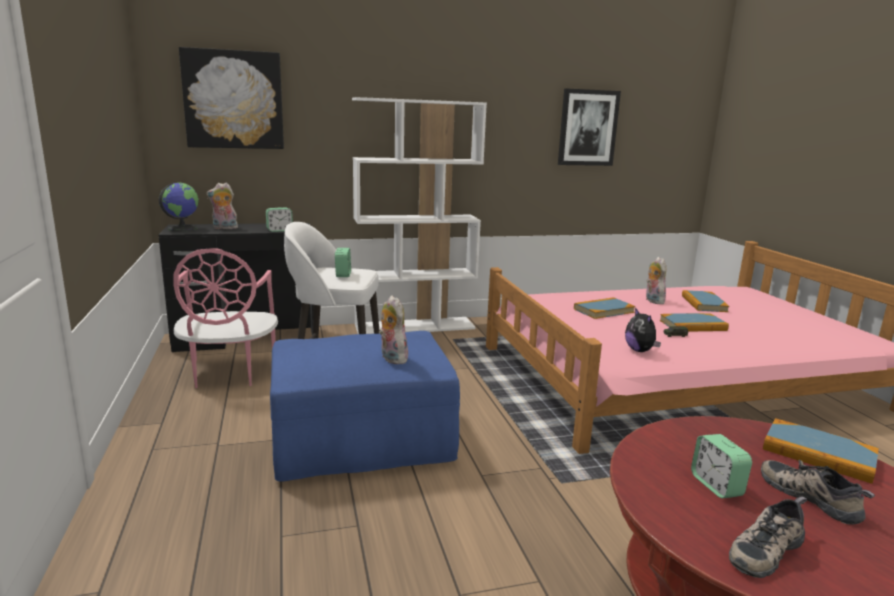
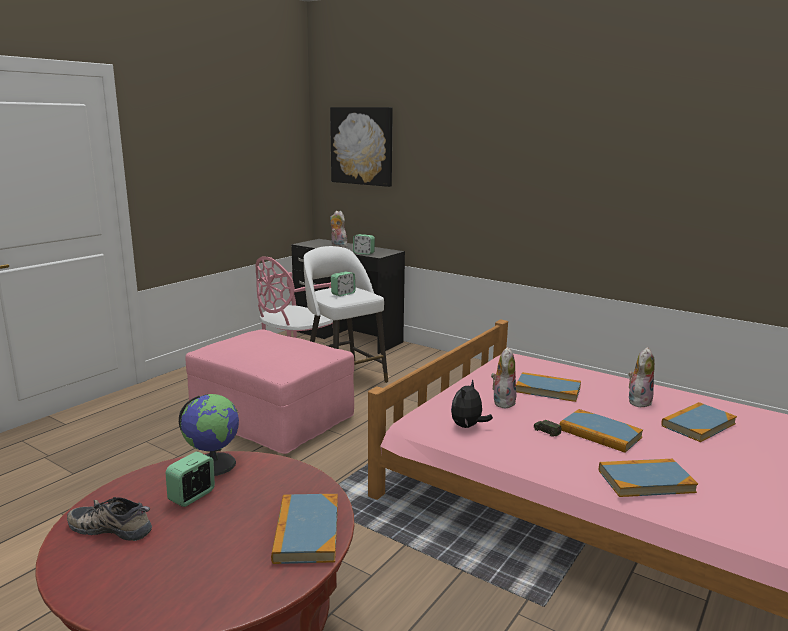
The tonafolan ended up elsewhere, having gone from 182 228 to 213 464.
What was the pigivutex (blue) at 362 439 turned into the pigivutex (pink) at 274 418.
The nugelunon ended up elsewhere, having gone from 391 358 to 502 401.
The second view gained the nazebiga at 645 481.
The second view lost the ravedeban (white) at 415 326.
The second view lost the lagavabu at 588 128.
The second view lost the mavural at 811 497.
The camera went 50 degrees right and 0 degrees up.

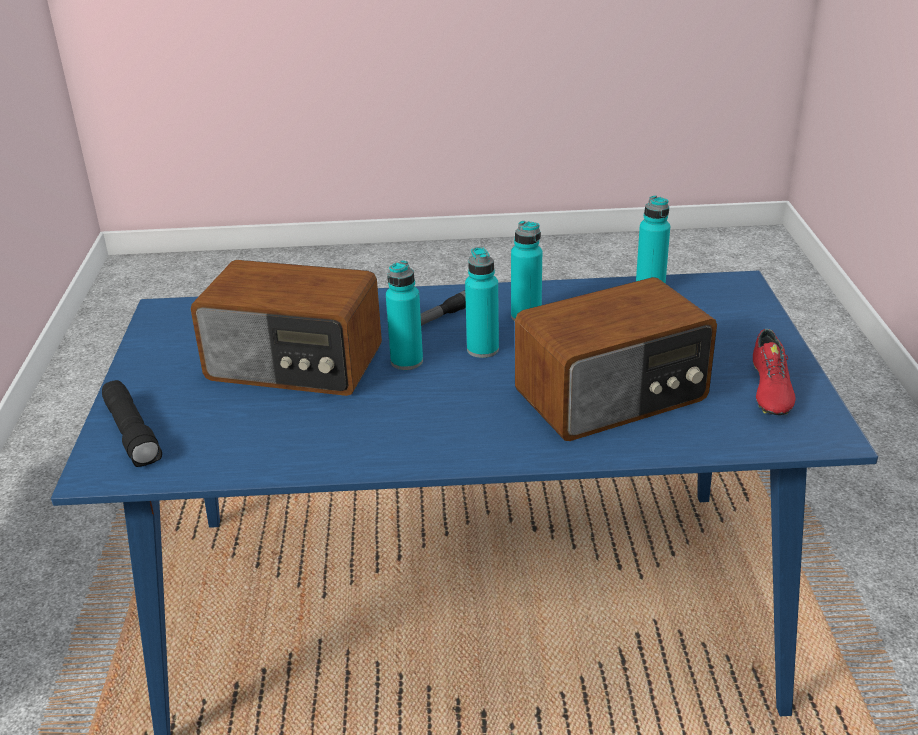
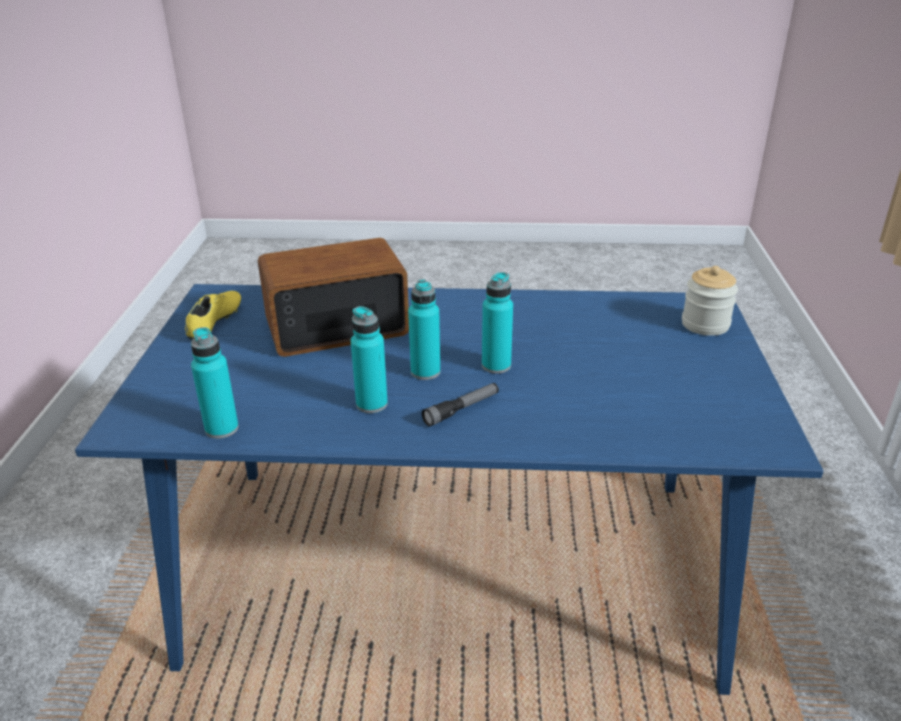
What was the mavural (red) at 769 390 turned into the mavural (yellow) at 216 323.
Where the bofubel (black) stood at 133 433, the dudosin came to stand at 705 324.
The second view lost the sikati at 294 365.
The camera went 175 degrees left and 0 degrees up.

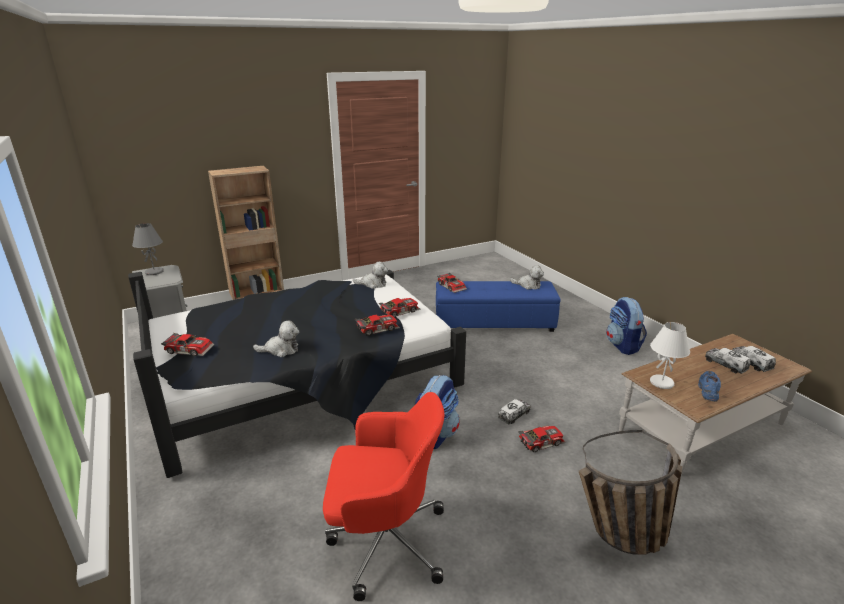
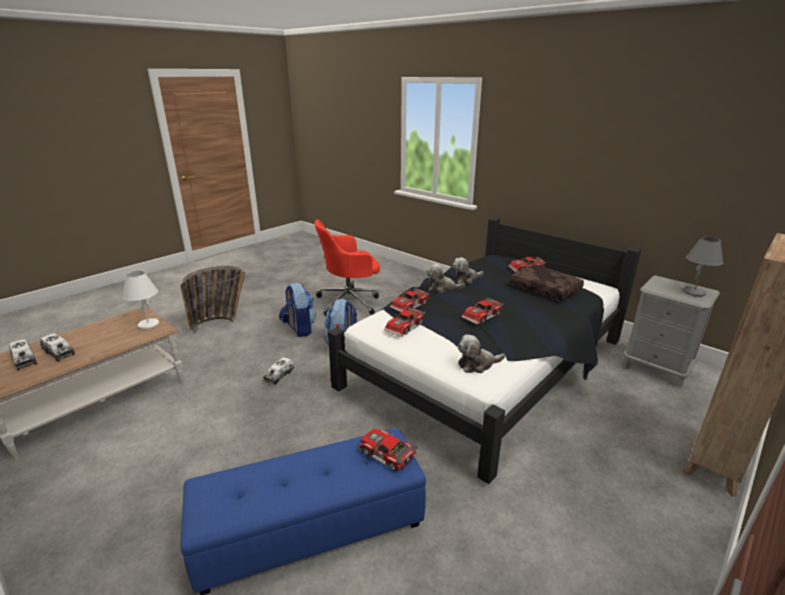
The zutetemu ended up elsewhere, having gone from 622 346 to 299 329.
The nugelunon ended up elsewhere, having gone from 528 285 to 442 288.
The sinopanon ended up elsewhere, having gone from 540 441 to 483 316.
The second view gained the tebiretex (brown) at 546 289.
The second view lost the mavural (blue) at 708 390.
The camera went 160 degrees right and 0 degrees up.

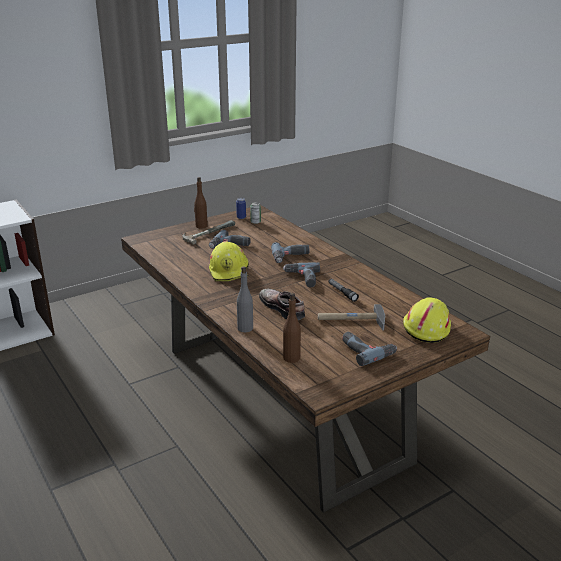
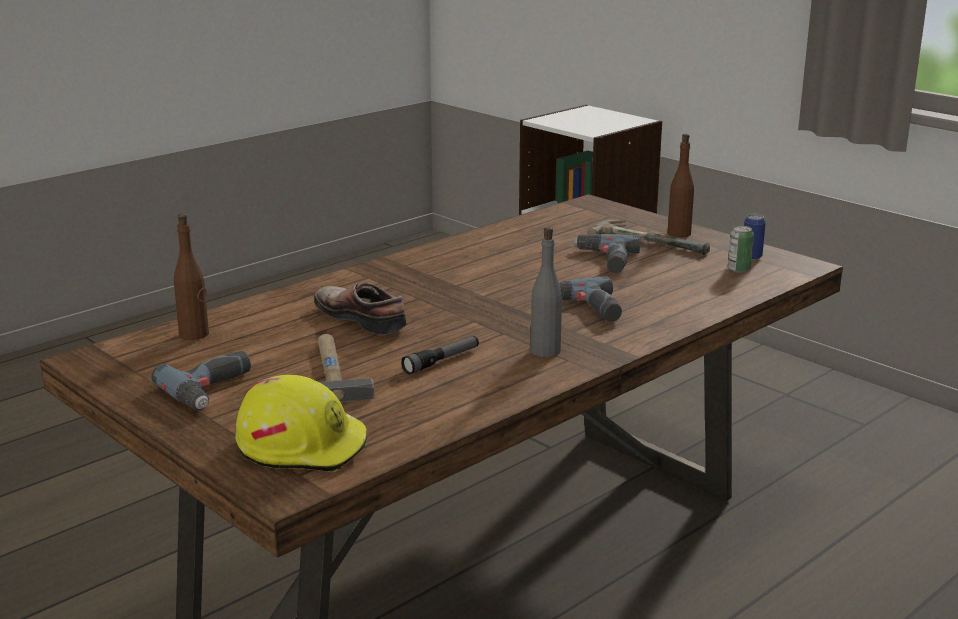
The mavural at 283 308 ended up facing another way, 90 degrees counterclockwise from before.
The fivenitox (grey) ended up elsewhere, having gone from 245 328 to 545 351.
The second view lost the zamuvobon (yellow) at 229 271.
The second view lost the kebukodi at 302 278.
The camera went 80 degrees right and 5 degrees down.

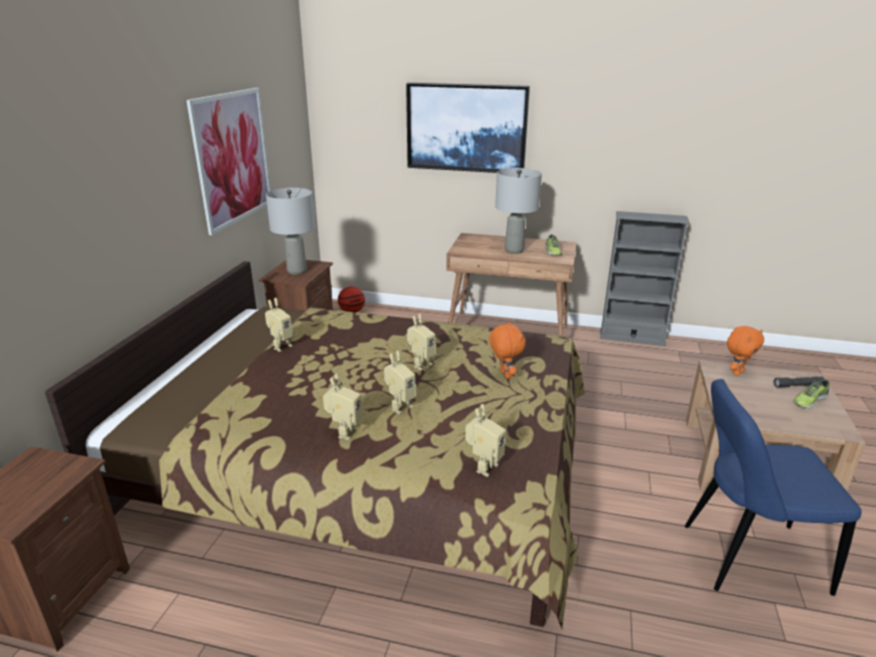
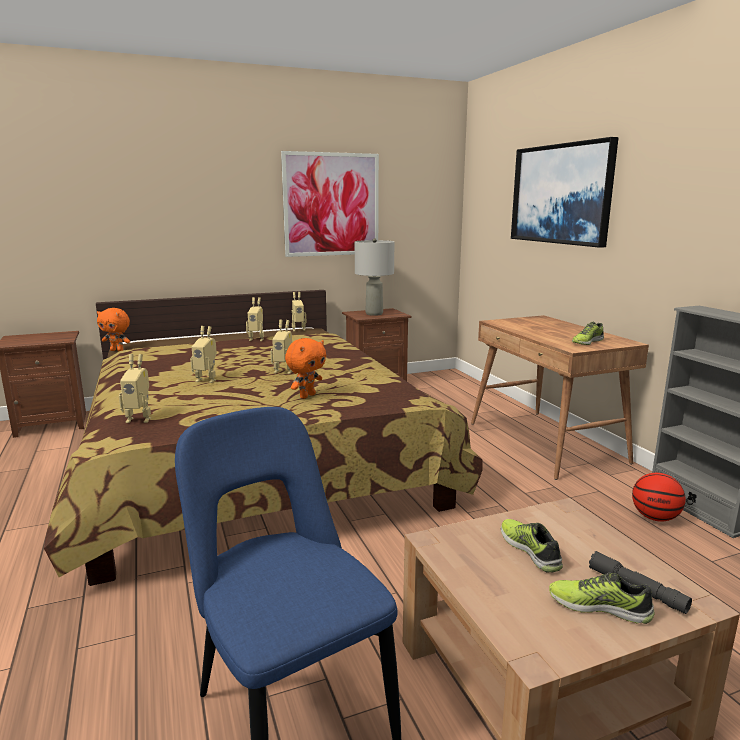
The nugelunon (orange) ended up elsewhere, having gone from 737 372 to 117 350.
The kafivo ended up elsewhere, having gone from 344 432 to 298 329.
The second view gained the mavural at 531 550.
The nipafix ended up elsewhere, having gone from 352 312 to 655 517.
The second view lost the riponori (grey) at 513 250.
The camera went 55 degrees right and 10 degrees down.

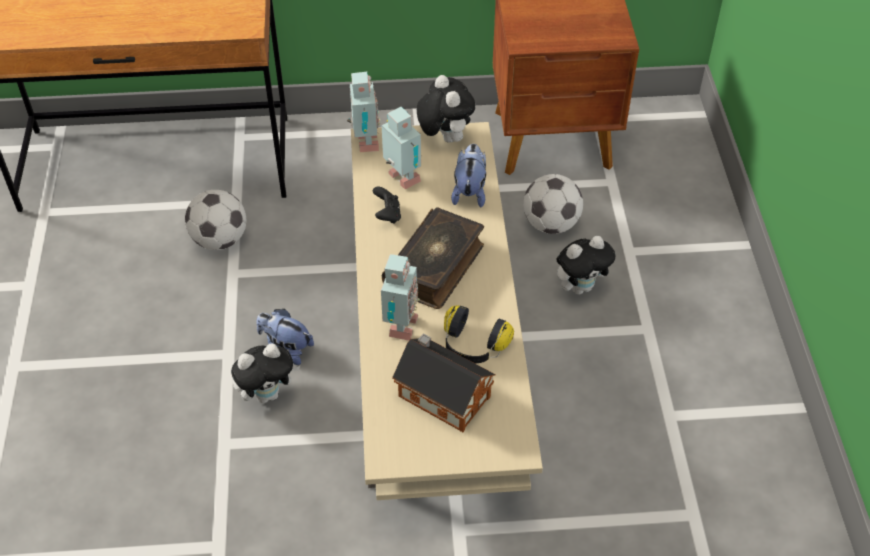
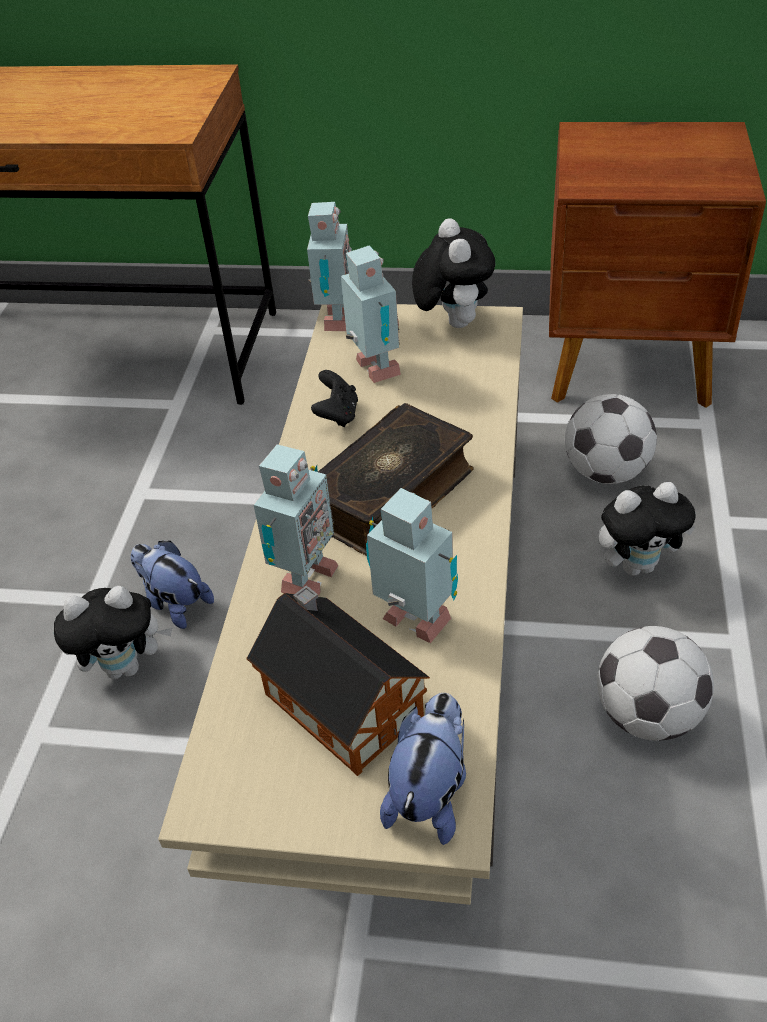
Where the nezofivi stood at 472 346, the kafivo came to stand at 415 625.
The nugelunon ended up elsewhere, having gone from 469 191 to 430 793.
The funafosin ended up elsewhere, having gone from 220 240 to 647 715.
The camera went 15 degrees right and 5 degrees down.

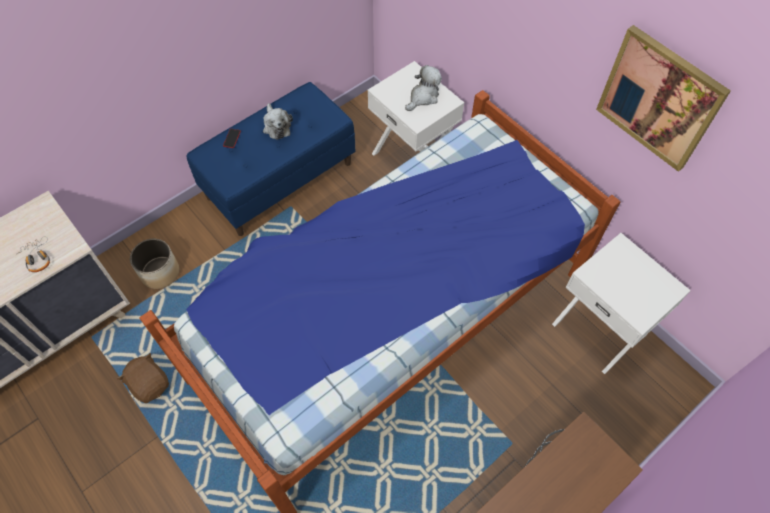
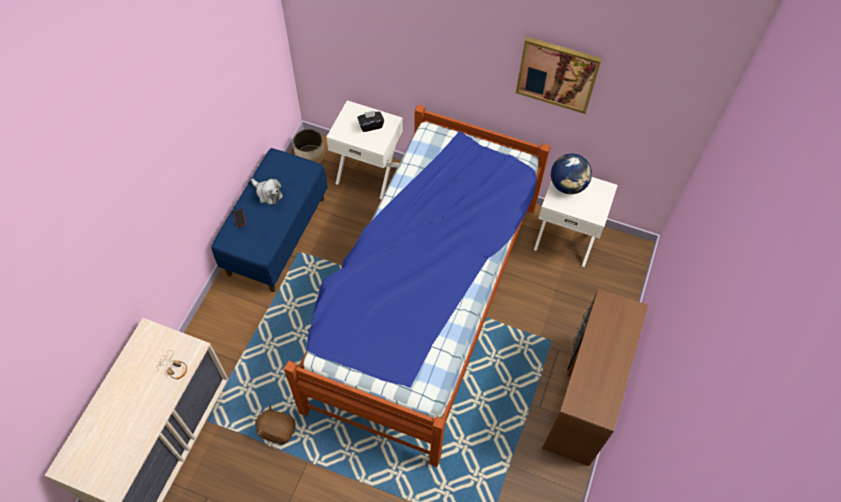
The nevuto ended up elsewhere, having gone from 160 272 to 310 156.
Where the nugelunon stood at 423 97, the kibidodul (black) came to stand at 371 125.
The second view gained the tonafolan at 567 185.
The camera went 30 degrees left and 0 degrees up.

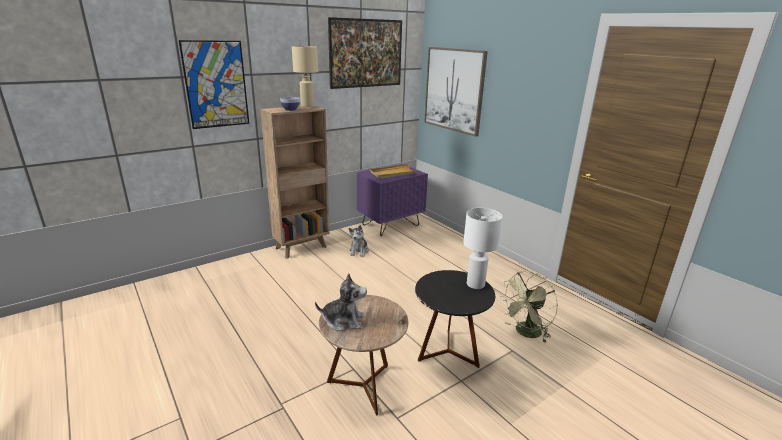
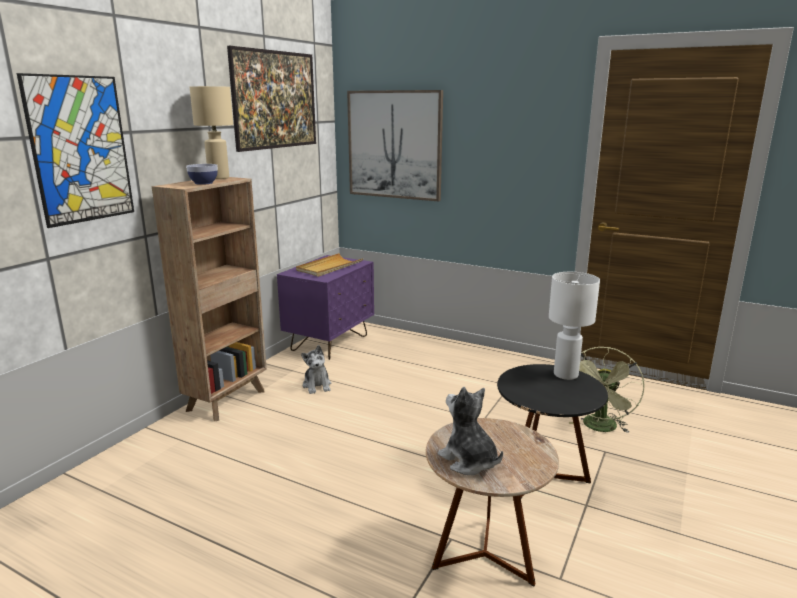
The nugelunon at 343 320 ended up facing another way, 105 degrees counterclockwise from before.
The camera went 25 degrees left and 5 degrees down.

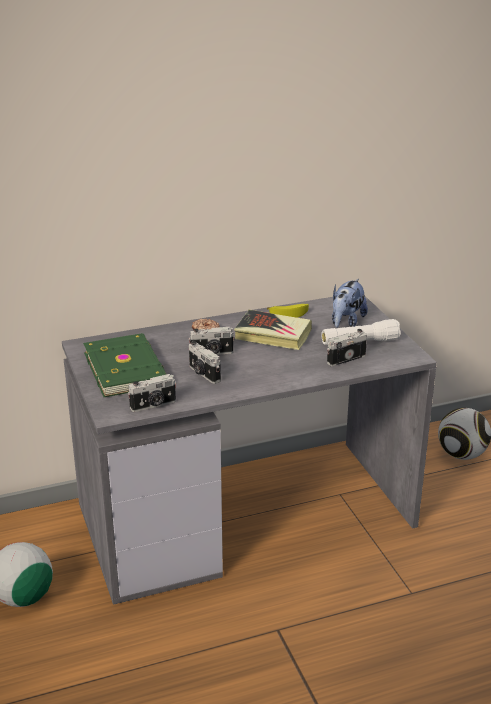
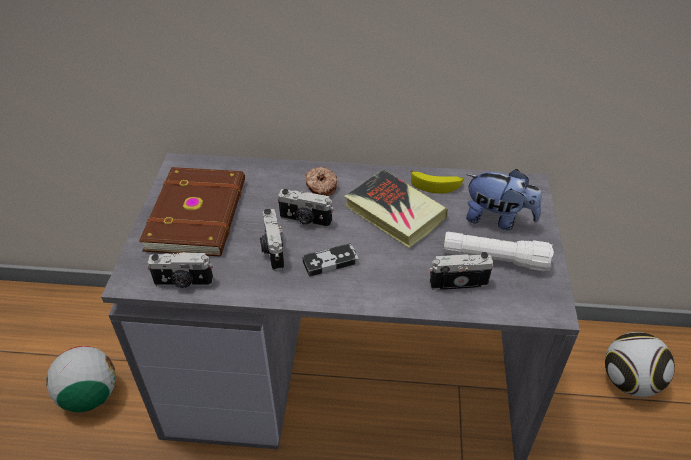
What was the nazebiga (green) at 127 368 turned into the nazebiga (brown) at 199 214.
The second view gained the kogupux at 330 262.
The nugelunon at 346 322 ended up facing another way, 120 degrees counterclockwise from before.
The camera went 25 degrees right and 15 degrees up.

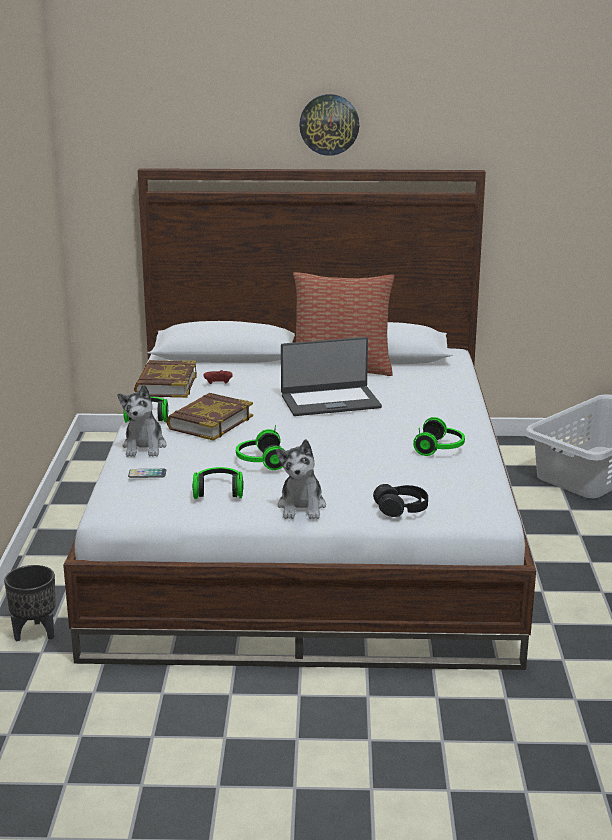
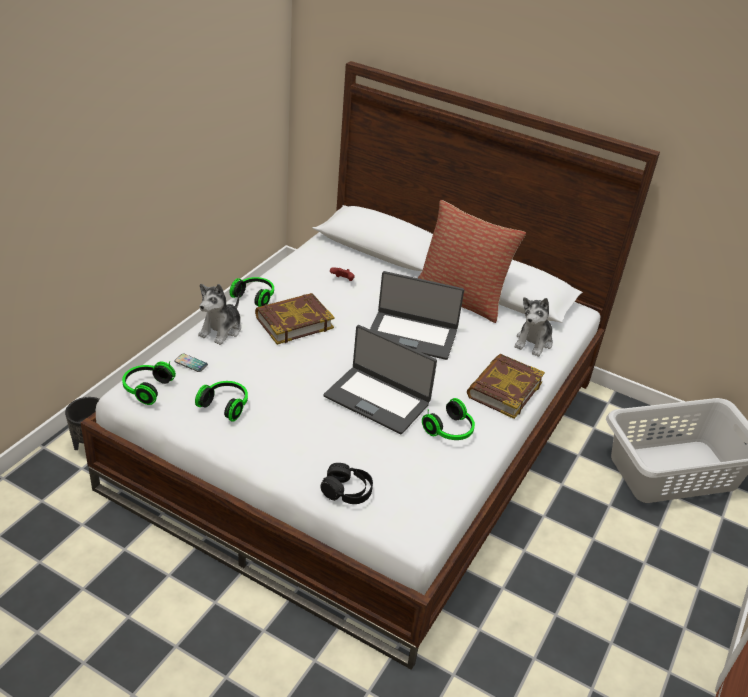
The nezofivi ended up elsewhere, having gone from 260 461 to 146 389.
The second view gained the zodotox at 377 399.
The nazebiga ended up elsewhere, having gone from 166 385 to 504 390.
The nugelunon ended up elsewhere, having gone from 302 507 to 533 342.
The second view lost the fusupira at 329 124.
The camera went 25 degrees right and 15 degrees up.

